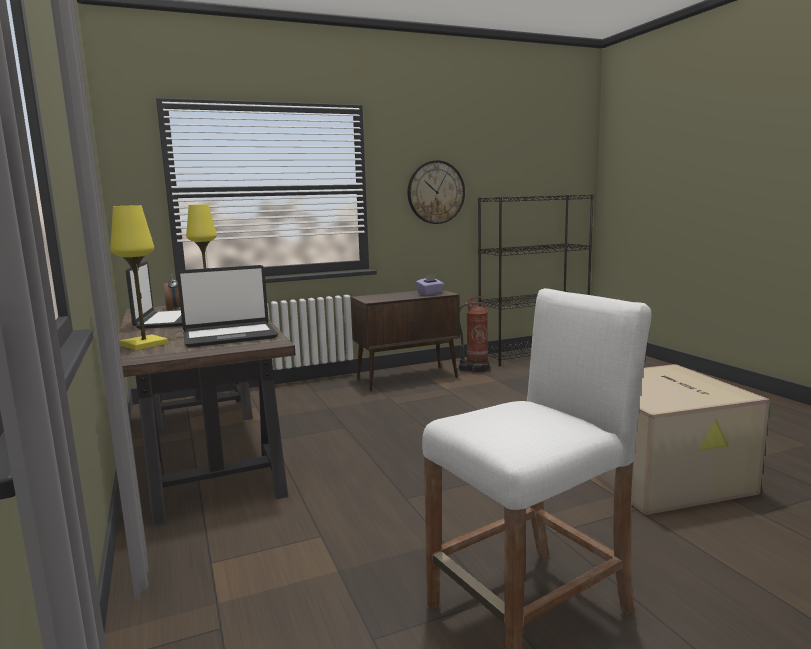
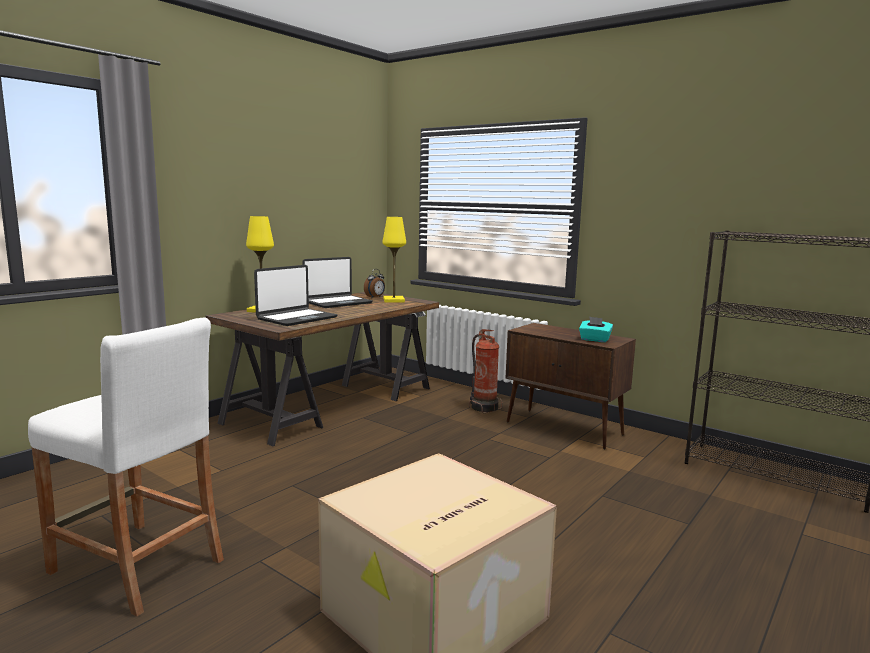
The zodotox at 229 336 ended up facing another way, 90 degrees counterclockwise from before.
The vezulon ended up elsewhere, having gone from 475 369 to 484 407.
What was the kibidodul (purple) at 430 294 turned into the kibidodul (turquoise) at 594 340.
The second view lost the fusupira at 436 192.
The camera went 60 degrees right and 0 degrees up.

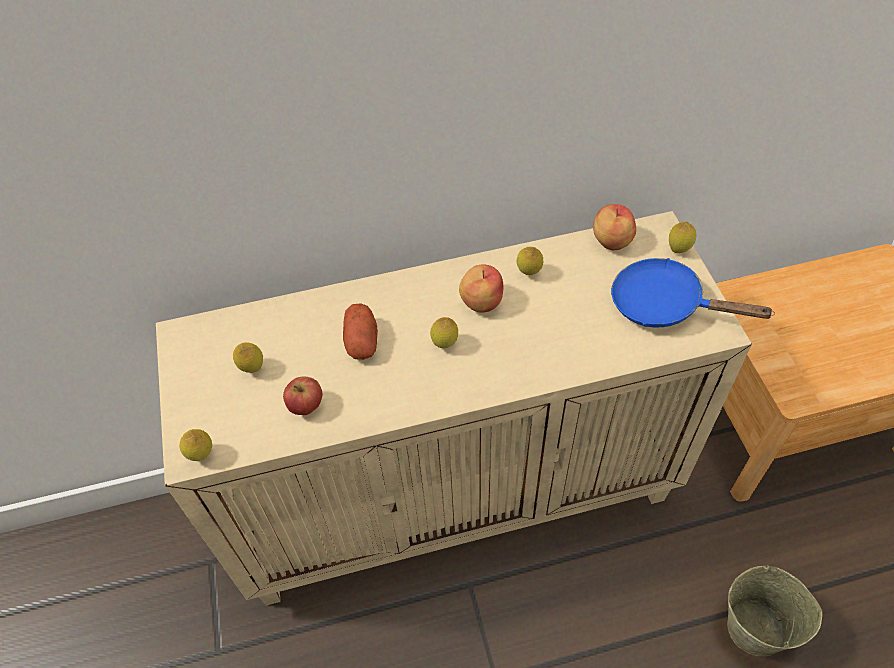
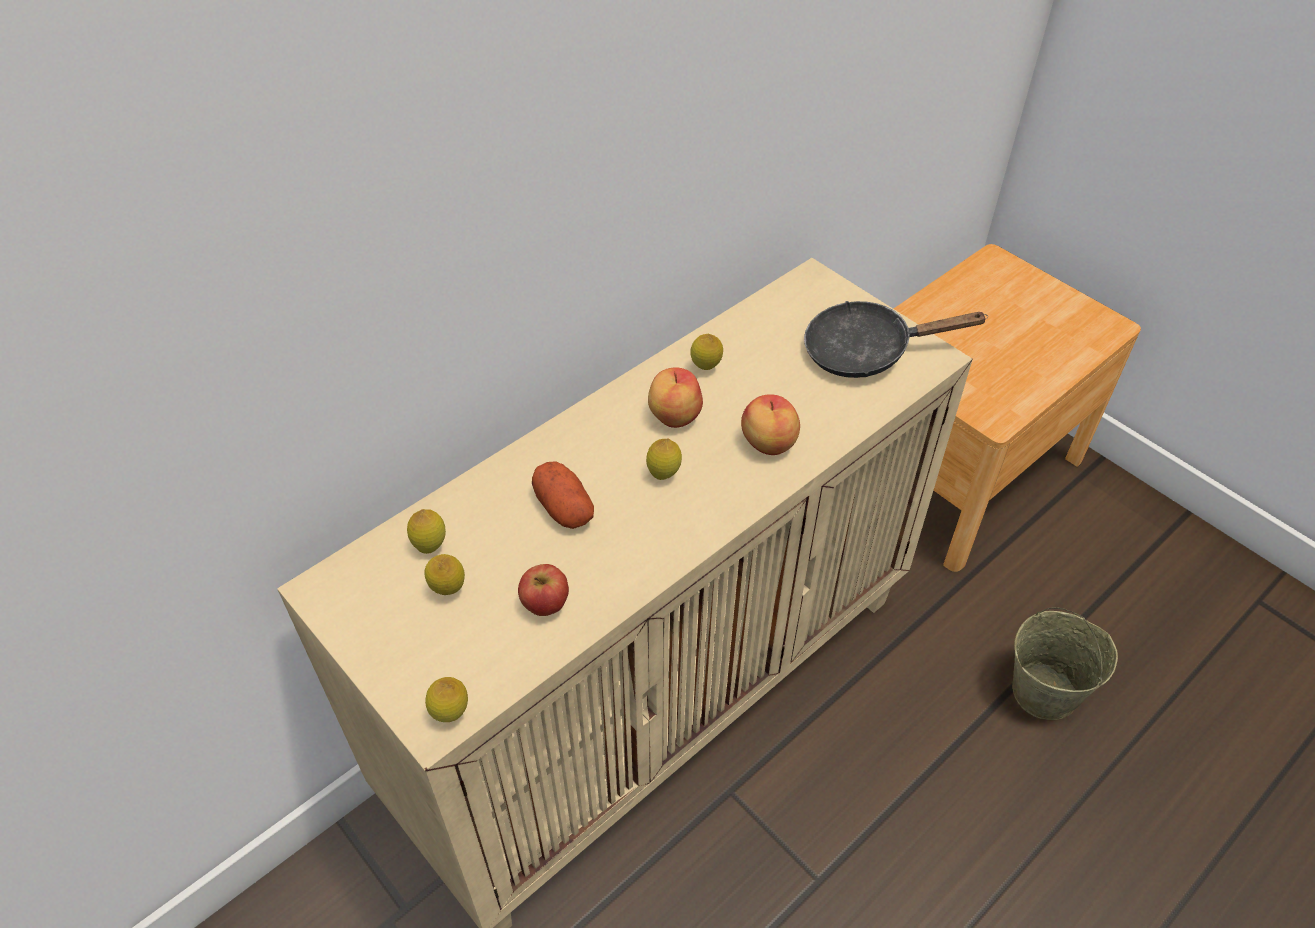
The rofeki ended up elsewhere, having gone from 678 250 to 430 546.
The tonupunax ended up elsewhere, having gone from 610 241 to 767 443.
What was the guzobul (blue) at 665 305 turned into the guzobul (black) at 866 351.
The camera went 30 degrees left and 5 degrees down.

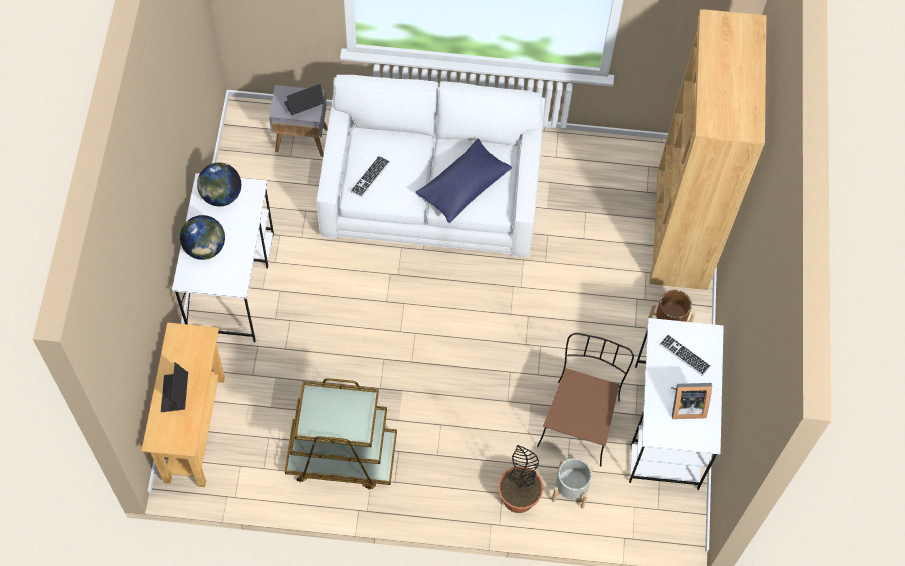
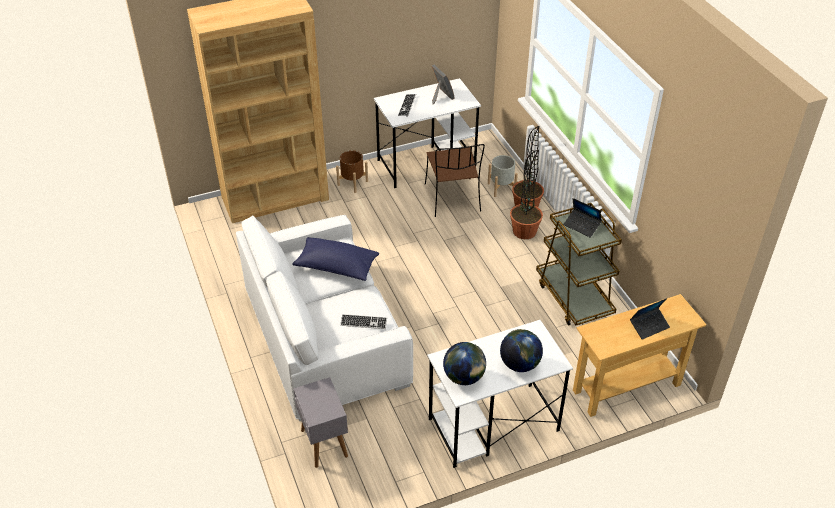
The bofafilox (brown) at 579 421 ended up facing another way, 90 degrees counterclockwise from before.
The second view gained the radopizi at 524 231.
The zodotox ended up elsewhere, having gone from 304 105 to 582 226.
The camera went 115 degrees left and 20 degrees down.

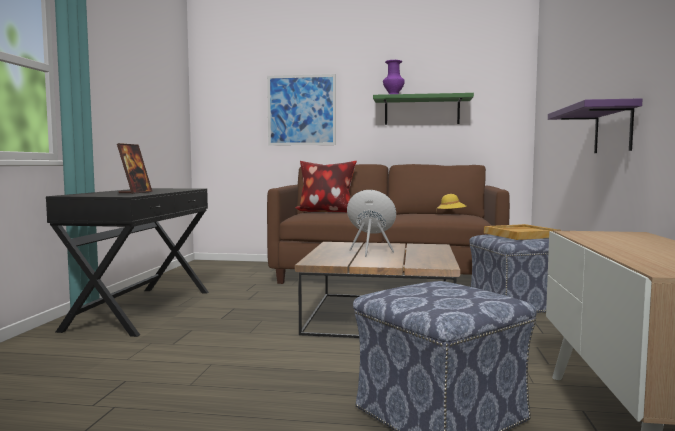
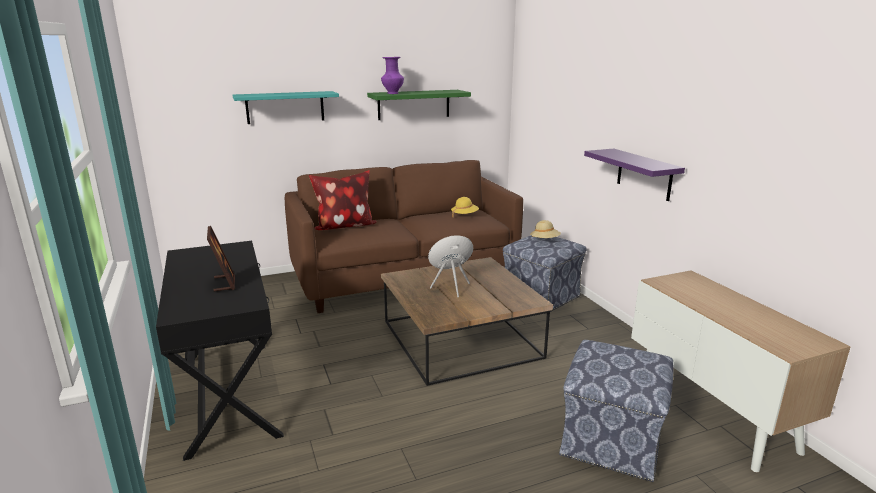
Where the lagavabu hung at 301 110, the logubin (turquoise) came to hang at 285 107.
Where the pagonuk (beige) stood at 521 235, the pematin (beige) came to stand at 545 240.
The camera went 30 degrees left and 15 degrees up.

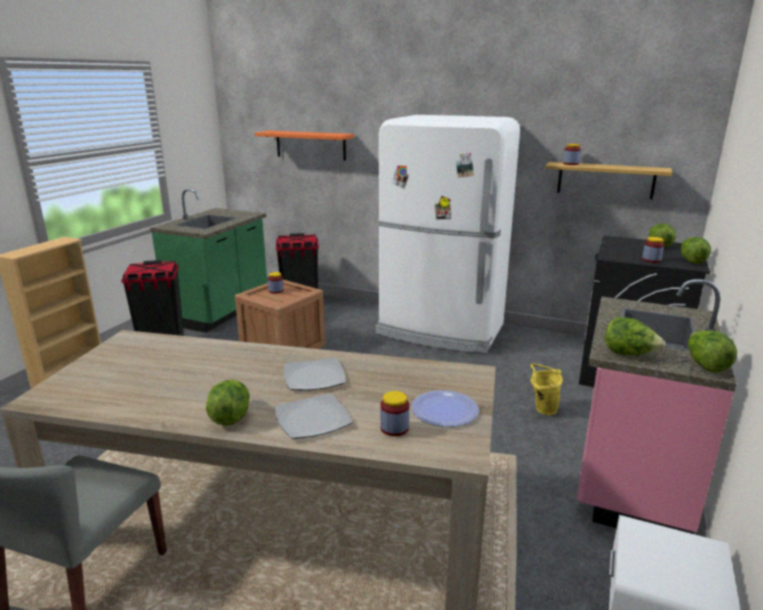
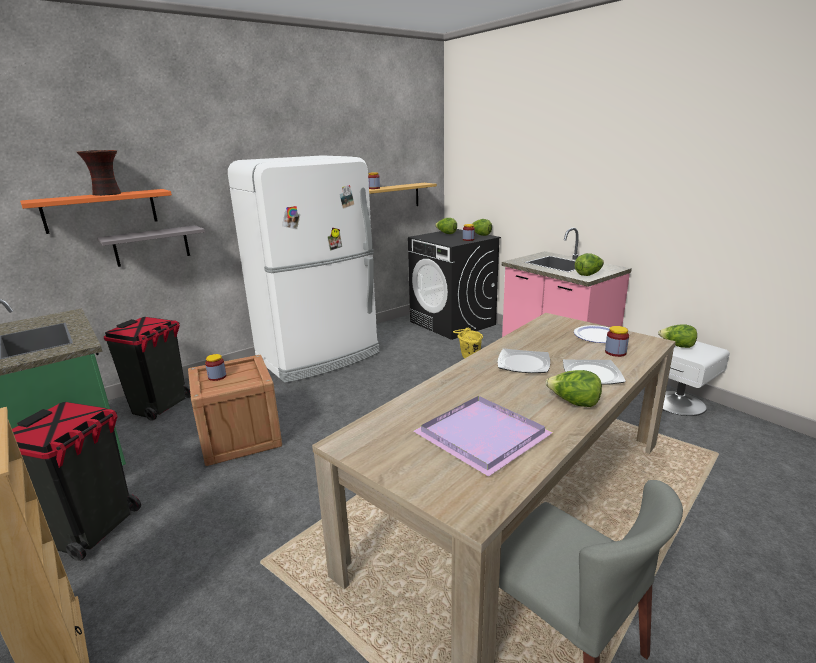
The second view gained the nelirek at 107 194.
The second view gained the logubin (grey) at 152 246.
The second view gained the pagonuk (purple) at 485 435.
The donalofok ended up elsewhere, having gone from 705 365 to 677 346.
The camera went 60 degrees left and 0 degrees up.

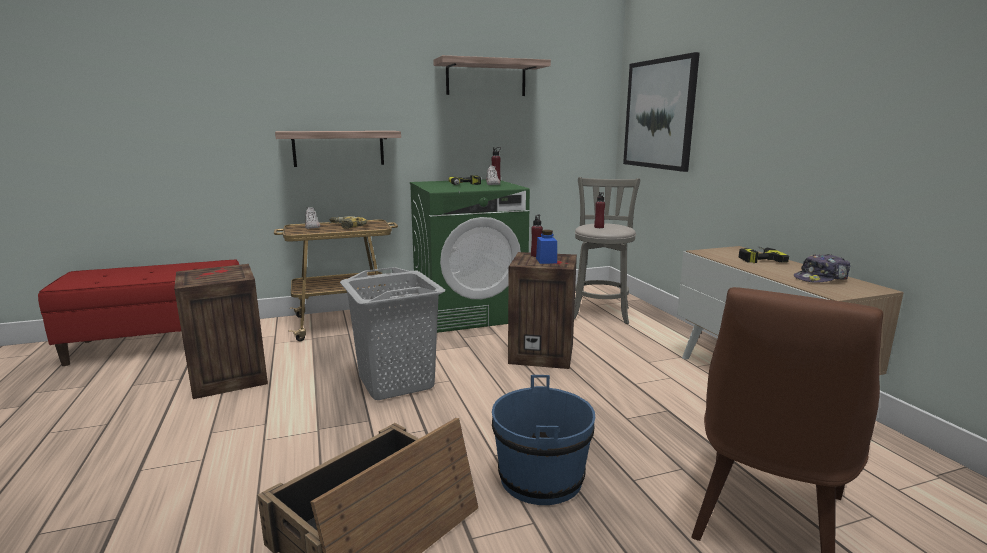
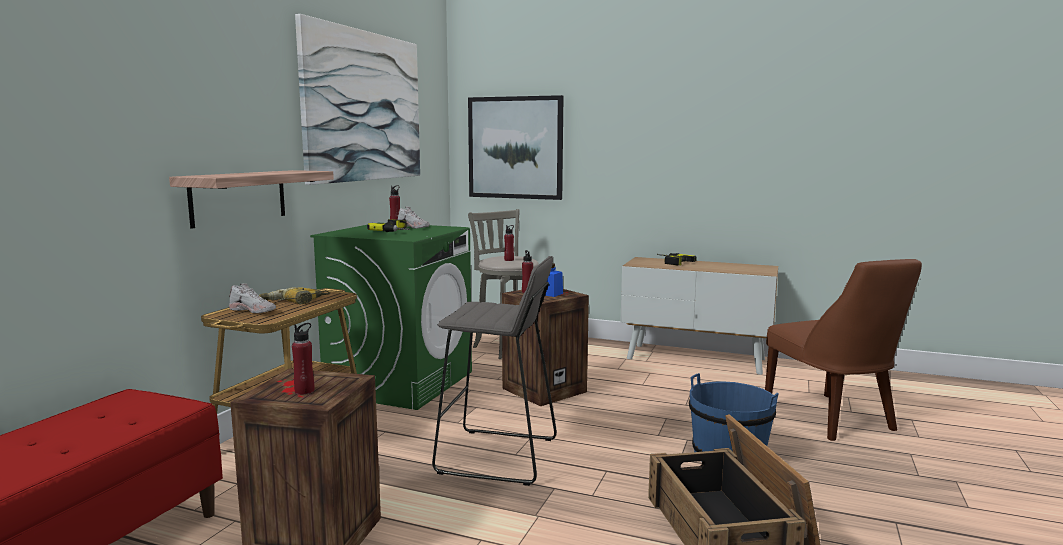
The second view gained the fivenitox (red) at 304 391.
Where the logubin hung at 486 78, the lagavabu came to hang at 364 106.
Where the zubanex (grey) stood at 396 383, the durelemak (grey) came to stand at 497 456.
The second view lost the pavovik at 821 278.
The camera went 50 degrees left and 5 degrees down.

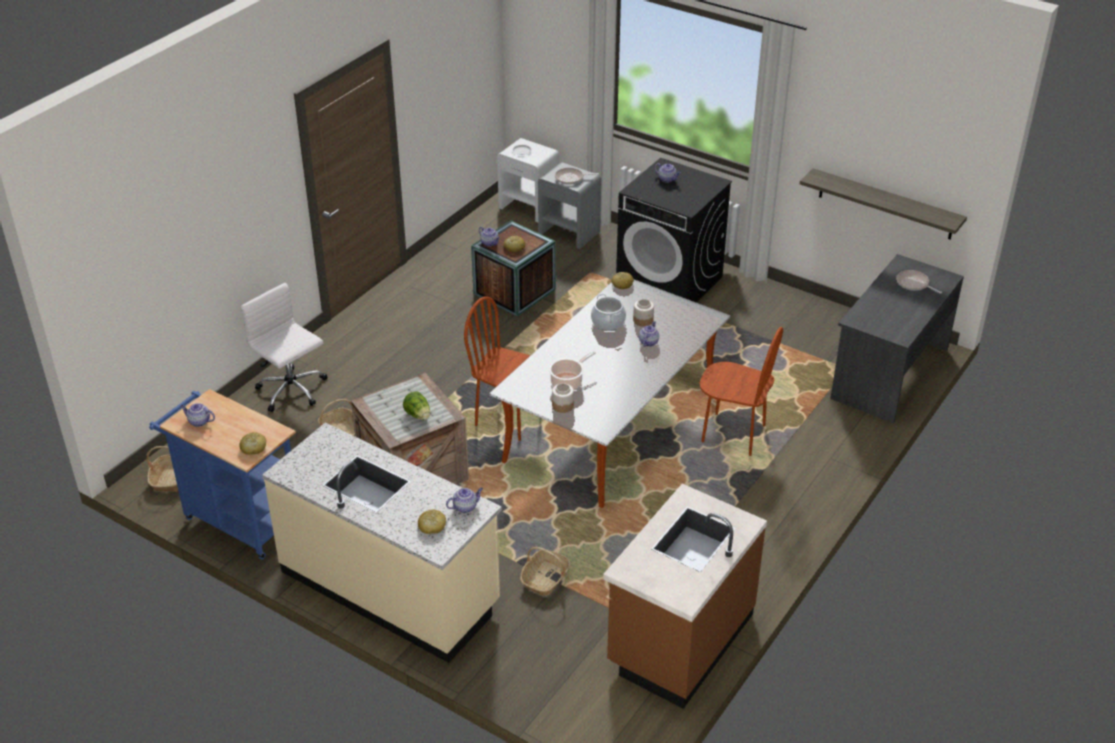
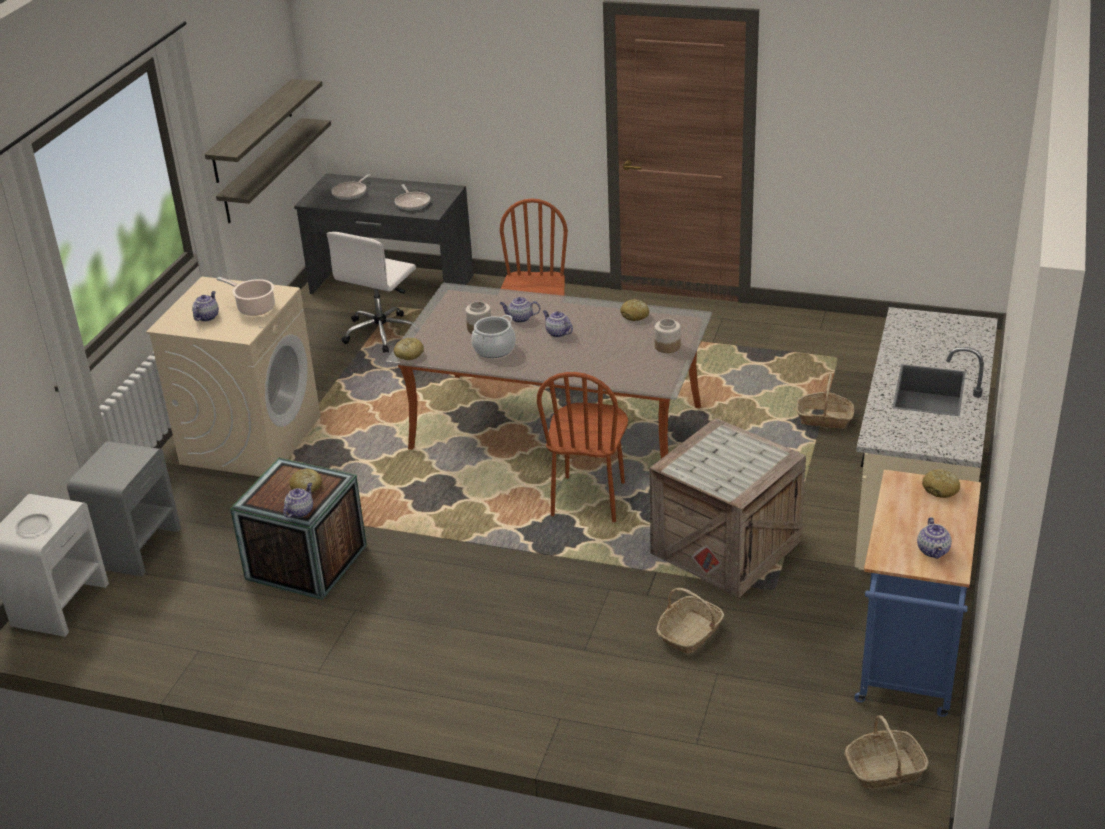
What was the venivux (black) at 670 282 turned into the venivux (beige) at 251 439.
The second view gained the logubin at 252 131.
The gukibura ended up elsewhere, having gone from 568 382 to 254 308.
The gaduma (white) ended up elsewhere, having gone from 292 391 to 382 332.
The guzobul ended up elsewhere, having gone from 571 178 to 412 203.
The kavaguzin ended up elsewhere, having gone from 465 506 to 557 333.
The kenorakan ended up elsewhere, having gone from 432 526 to 635 315.
The second view lost the donalofok at 418 415.
The second view lost the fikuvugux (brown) at 679 640.
The camera went 105 degrees left and 5 degrees down.

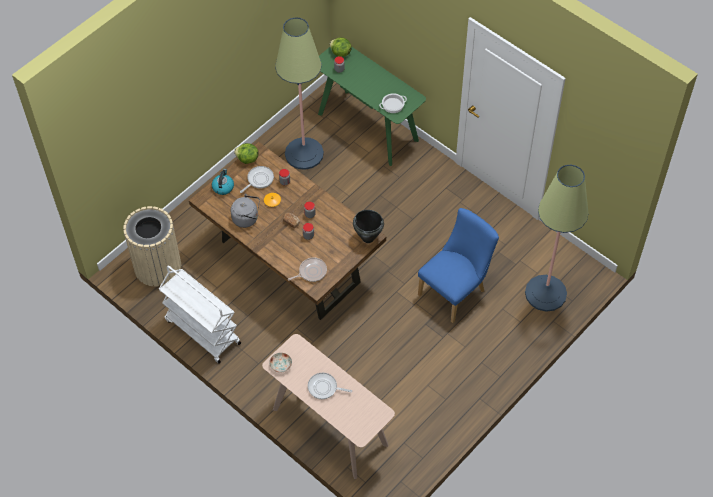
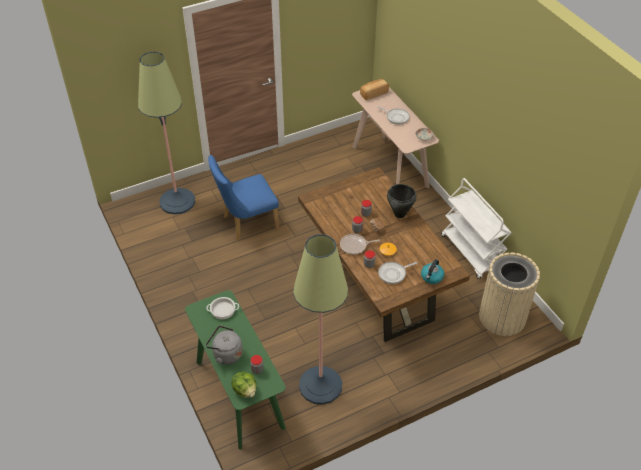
The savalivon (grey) ended up elsewhere, having gone from 247 218 to 226 354.
The guzobul ended up elsewhere, having gone from 311 272 to 355 246.
The second view gained the kenorakan at 373 94.
The gukibura (black) ended up elsewhere, having gone from 368 238 to 400 214.
The second view lost the donalofok at 247 159.
The camera went 160 degrees left and 10 degrees down.

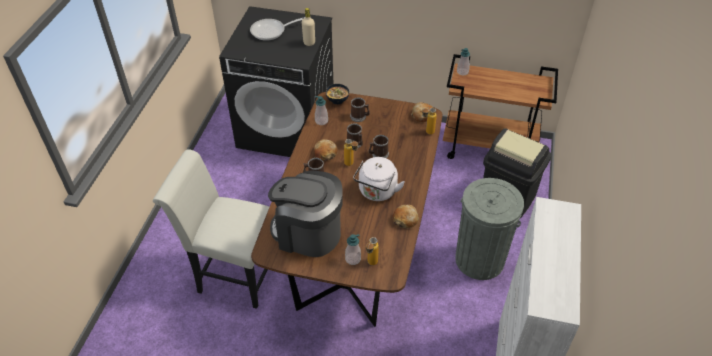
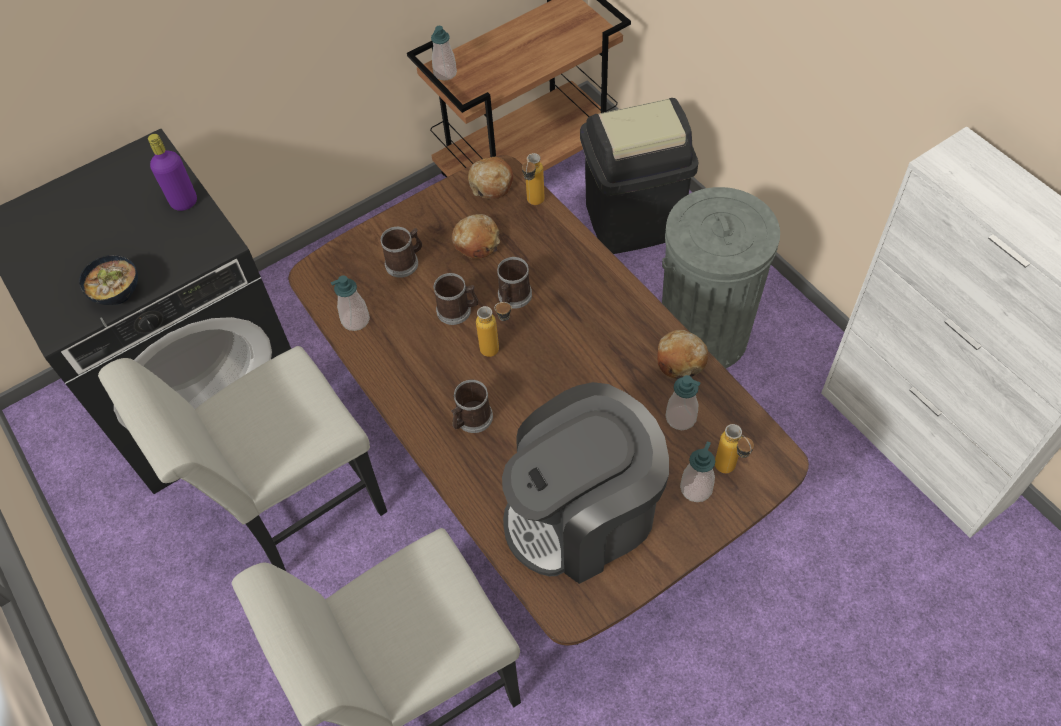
The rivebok ended up elsewhere, having gone from 338 100 to 118 292.
The second view gained the bofafilox (white) at 293 509.
What was the fivenitox (beige) at 309 43 turned into the fivenitox (purple) at 184 202.
The kenorakan ended up elsewhere, having gone from 325 153 to 477 242.
The second view gained the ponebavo at 680 417.
The second view lost the guzobul at 271 31.
The second view lost the savalivon (white) at 377 192.
The camera went 45 degrees left and 10 degrees up.

